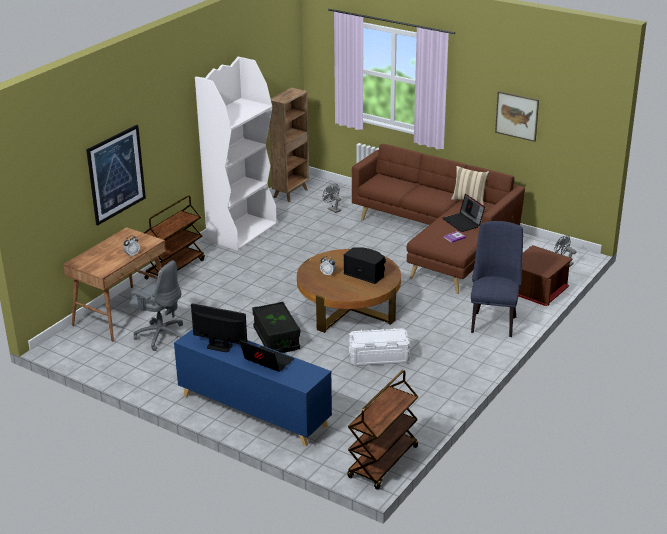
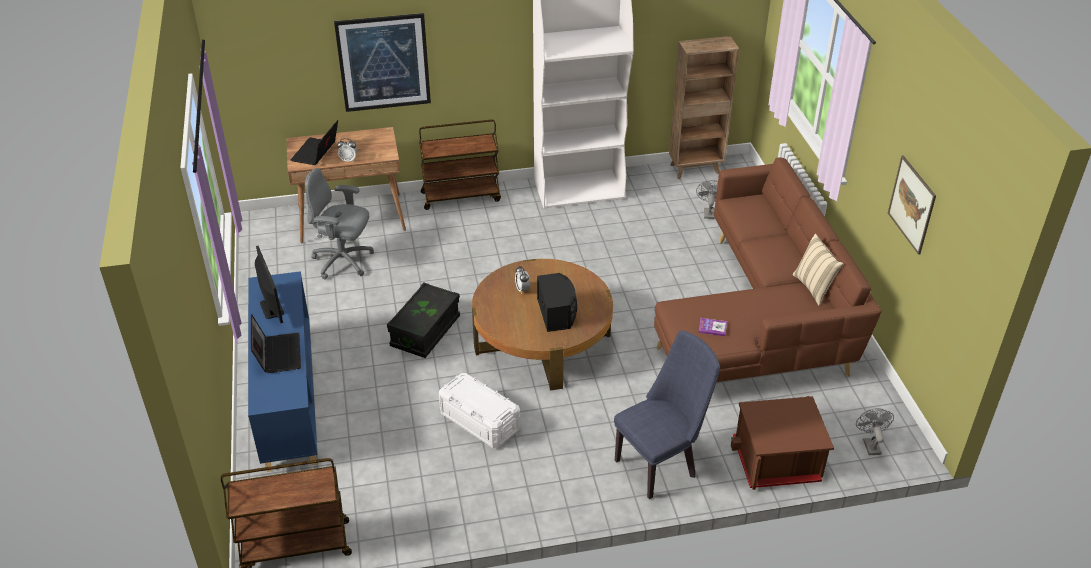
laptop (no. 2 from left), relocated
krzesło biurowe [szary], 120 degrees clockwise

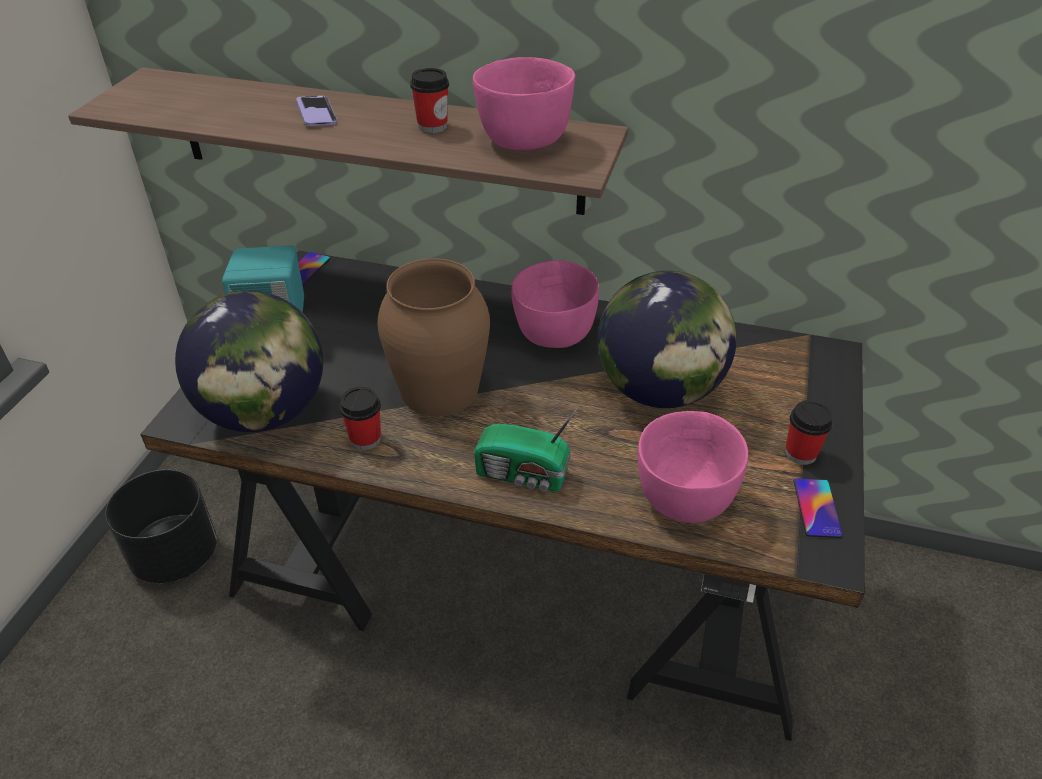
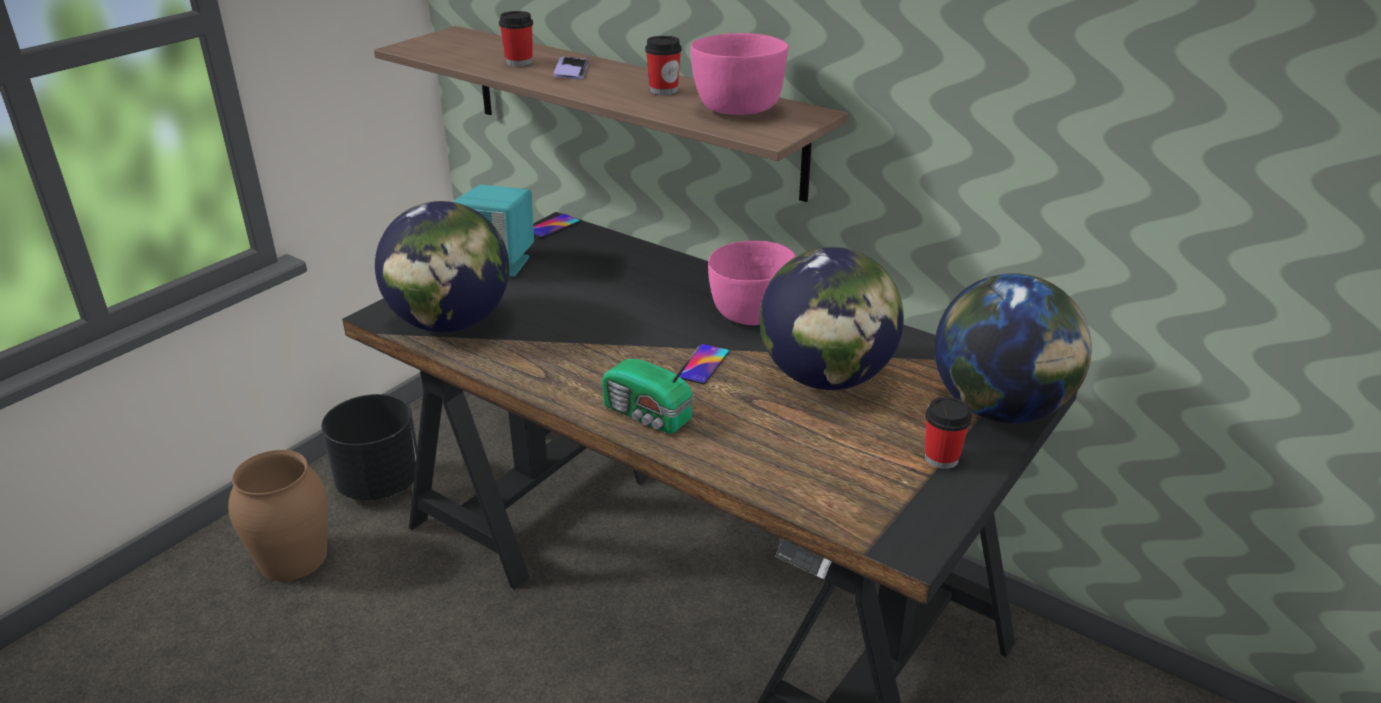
wazon [brązowy], relocated
filiżanka (no. 1 from left), relocated
telefon (no. 3 from left), relocated
- → globus (no. 3 from left)
miska [różowy] (no. 3 from left) → -

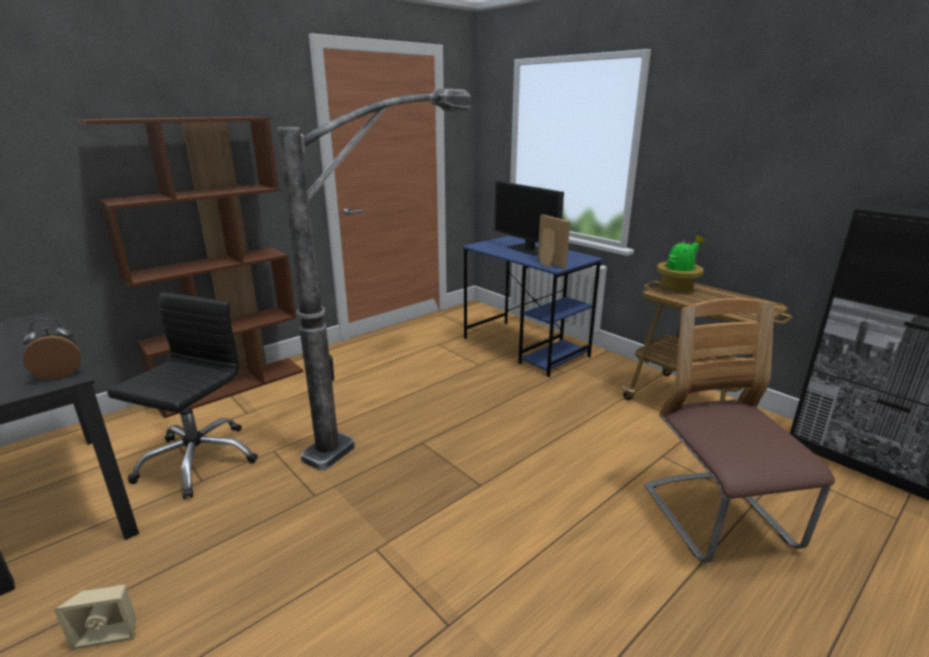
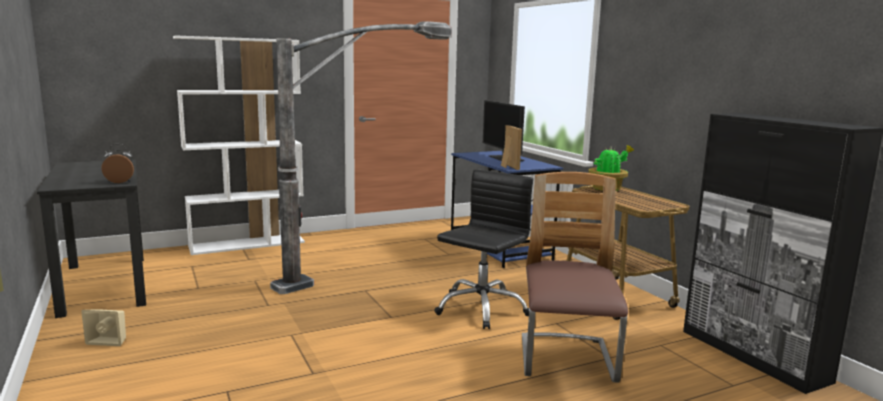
regał [brązowy] → regał [biały]
krzesło biurowe [czarny], relocated

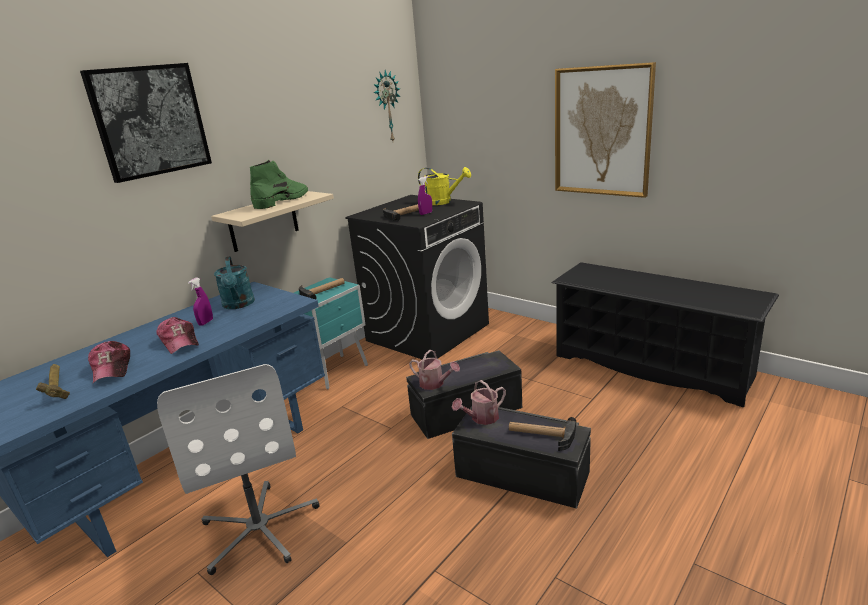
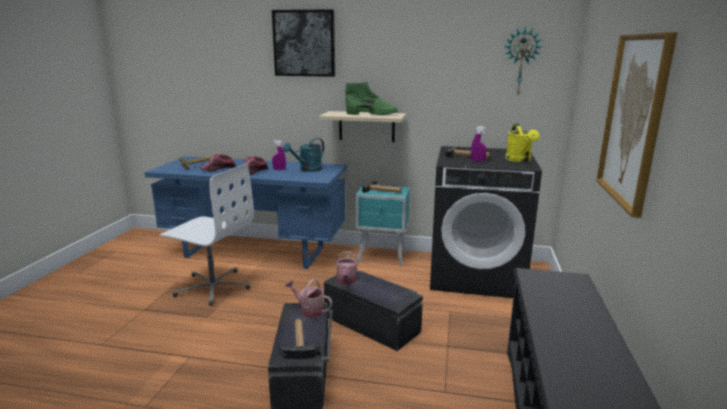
krzesło biurowe [biały], 105 degrees counterclockwise

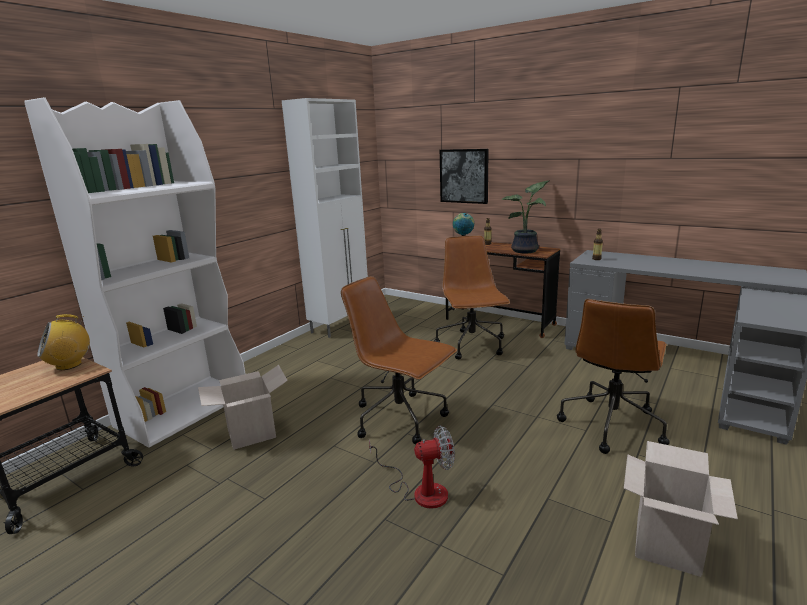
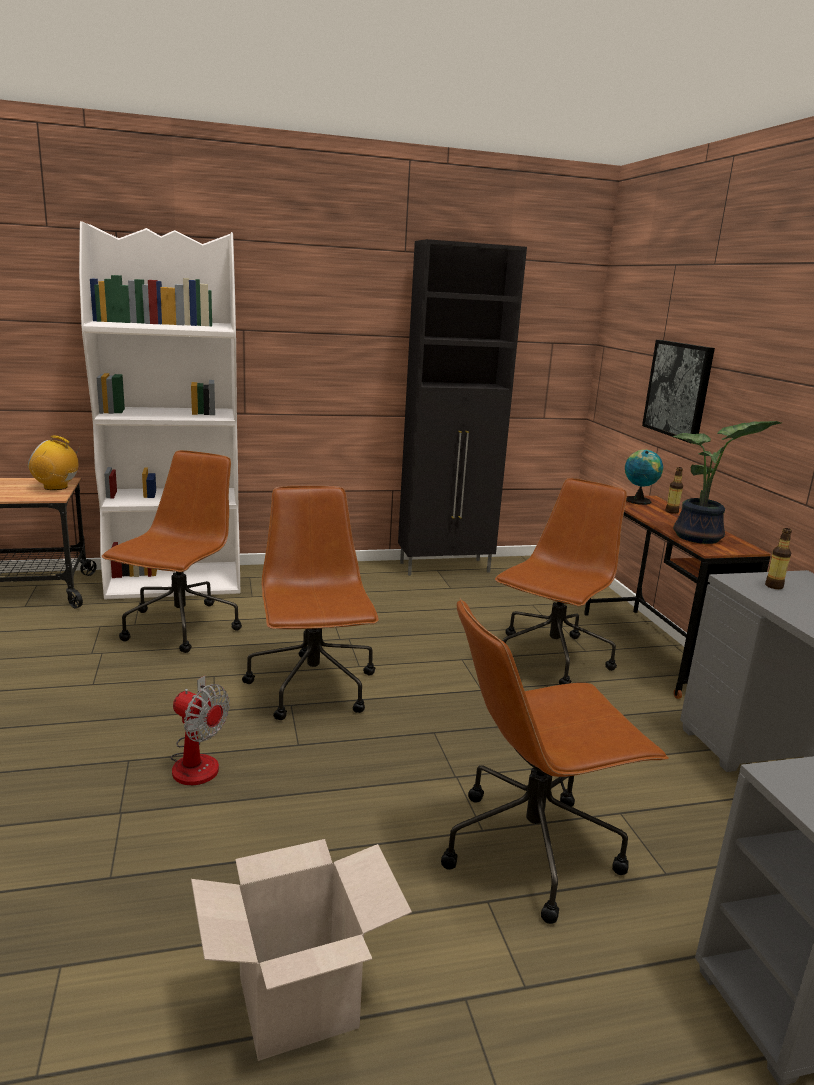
karton (no. 1 from left) → krzesło biurowe [brązowy] (no. 1 from left)
szafka [biały] → szafka [czarny]

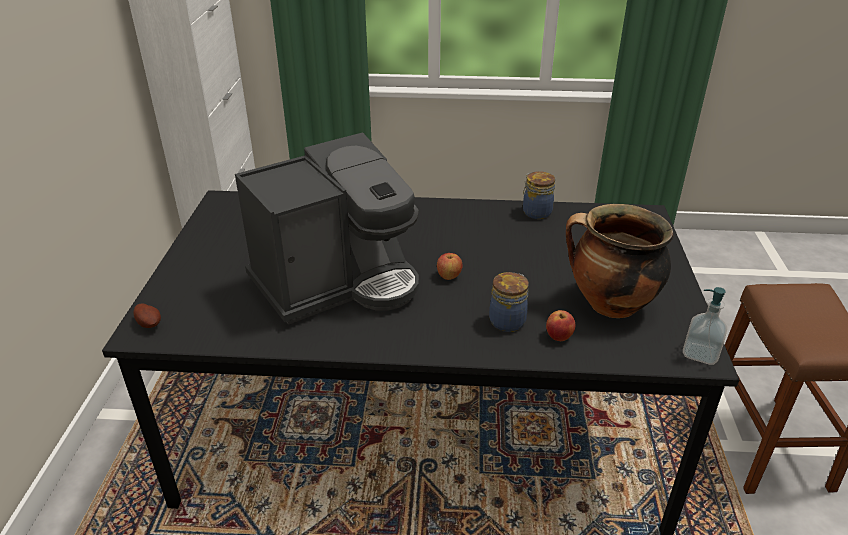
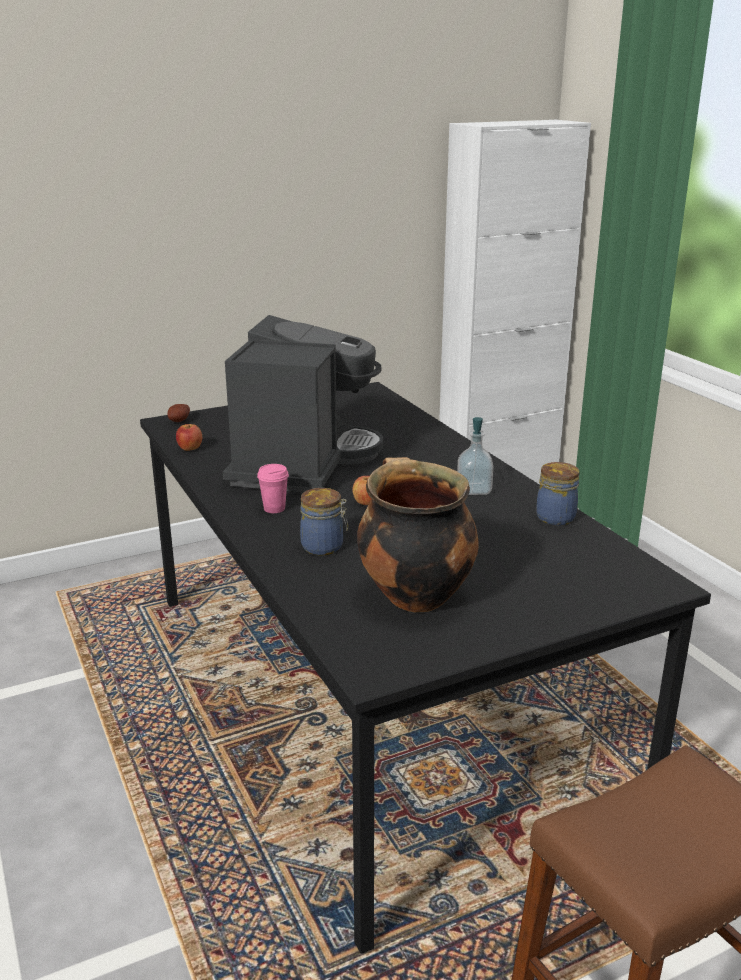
jabłko (no. 2 from left in the first image) → jabłko (no. 1 from left), relocated
ekspres do kawy, 105 degrees counterclockwise
- → filiżanka [różowy]
dozownik mydła, relocated

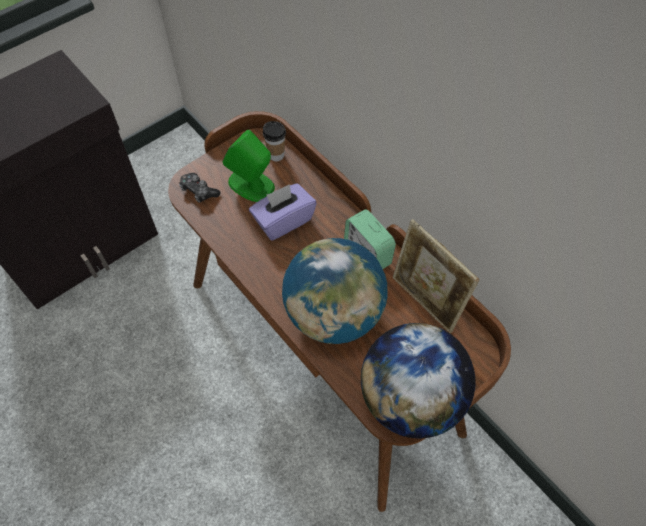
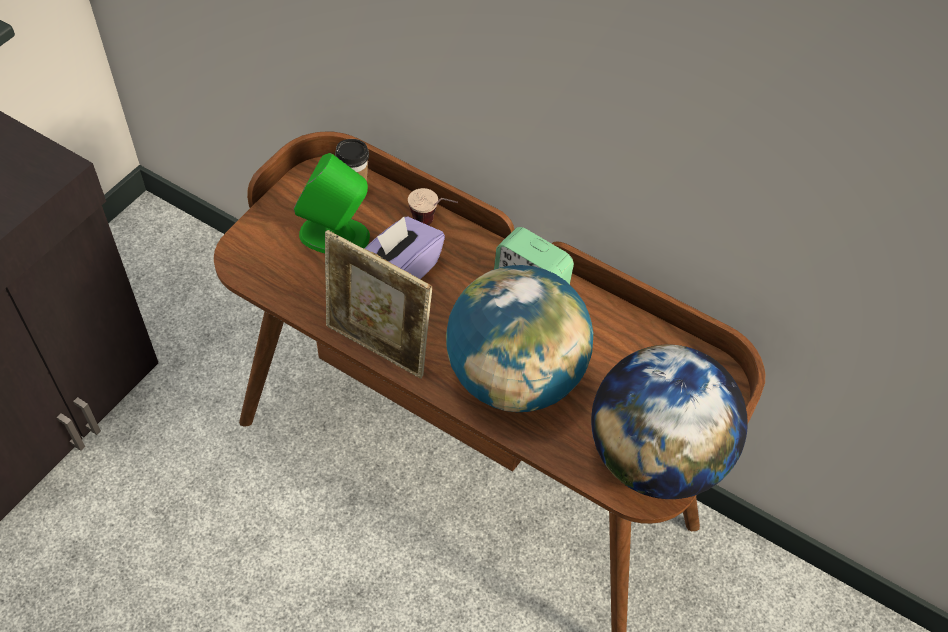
ramka na zdjęcie, relocated
- → filiżanka (no. 2 from left)
pad do gier → -

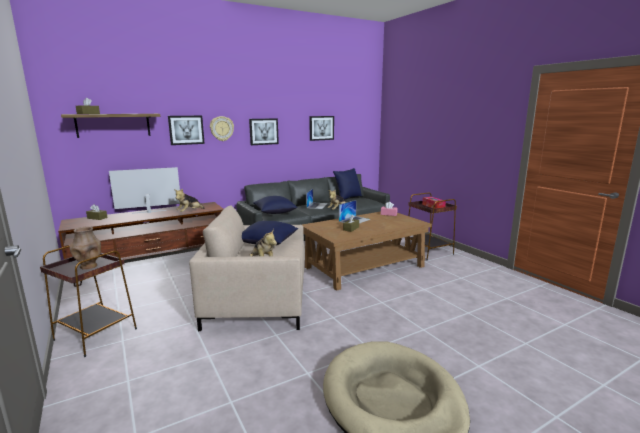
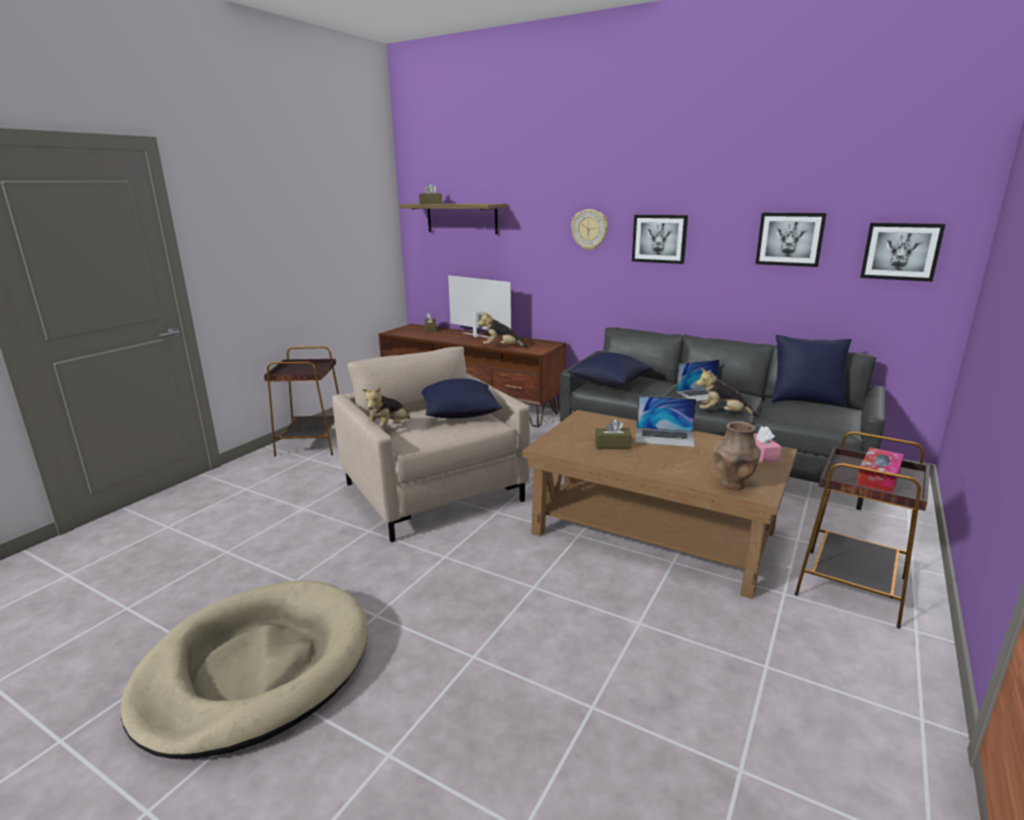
wazon [brązowy], relocated
obraz (no. 1 from left in the first image) → obraz (no. 3 from left), relocated

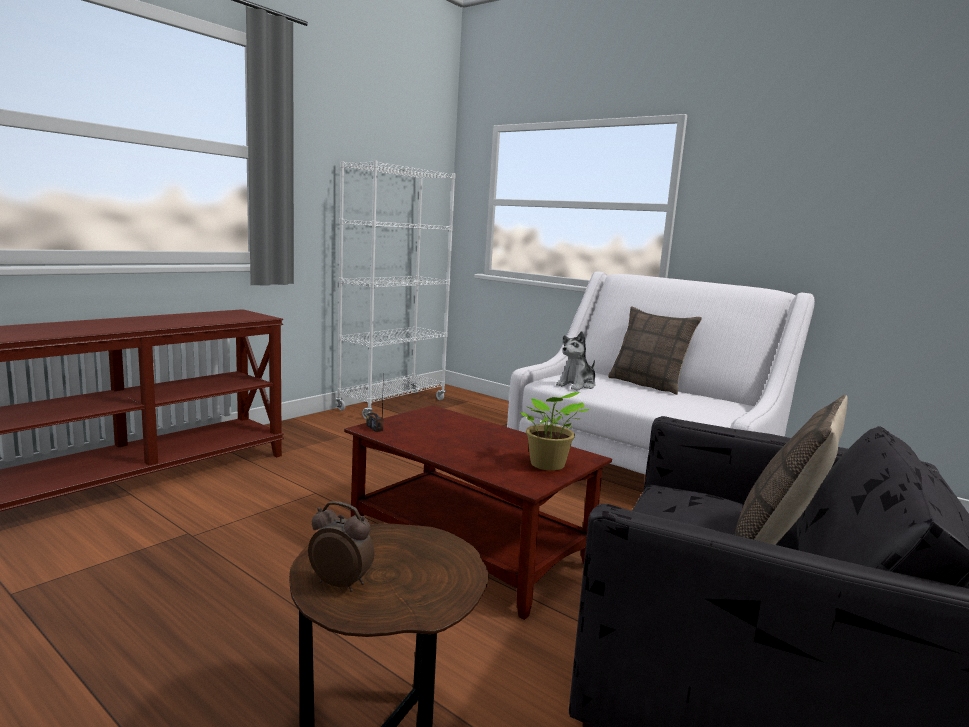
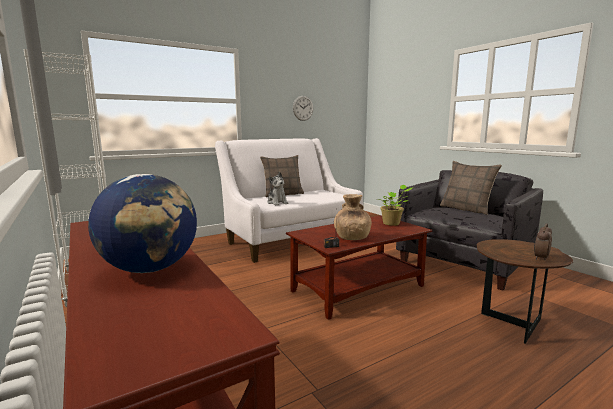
- → globus
- → zegar ścienny
- → wazon [brązowy]

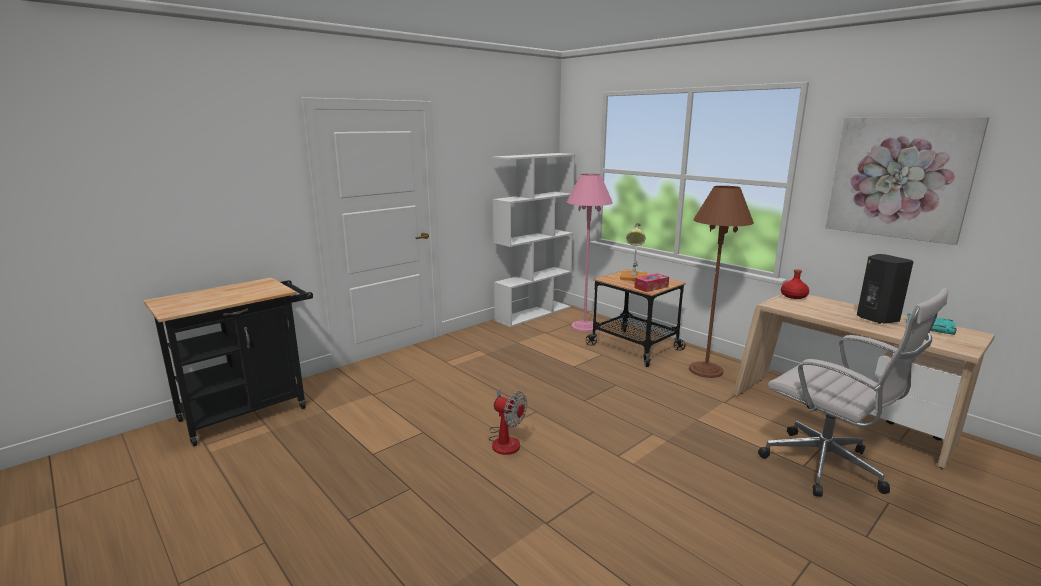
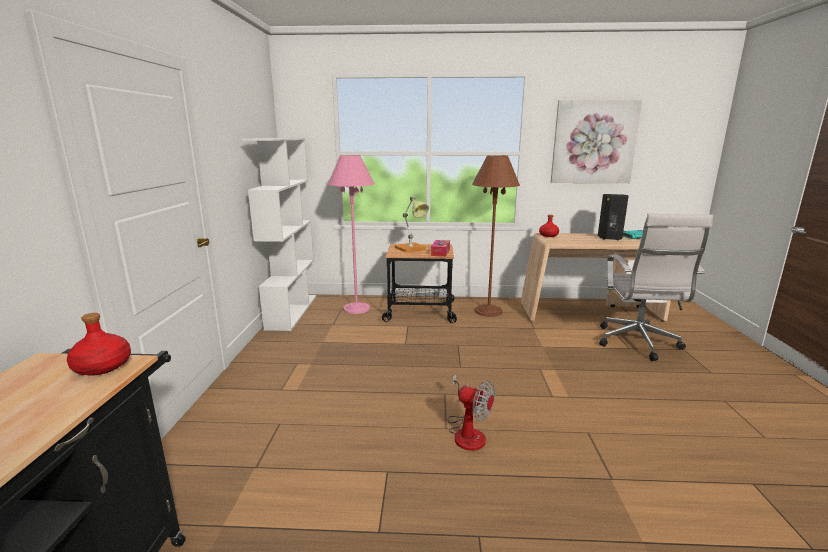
- → butelka [czerwony] (no. 1 from left)
wentylator, 45 degrees clockwise
krzesło biurowe [biały], 90 degrees clockwise

